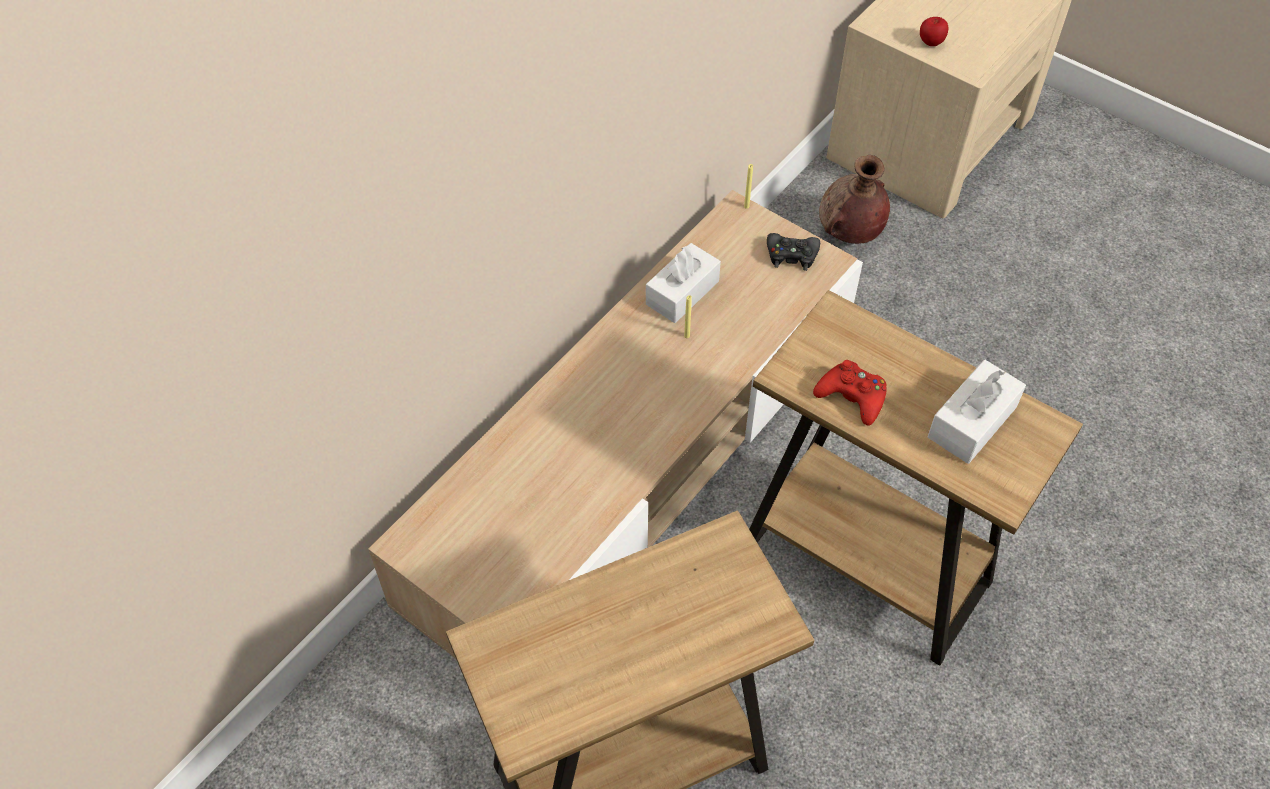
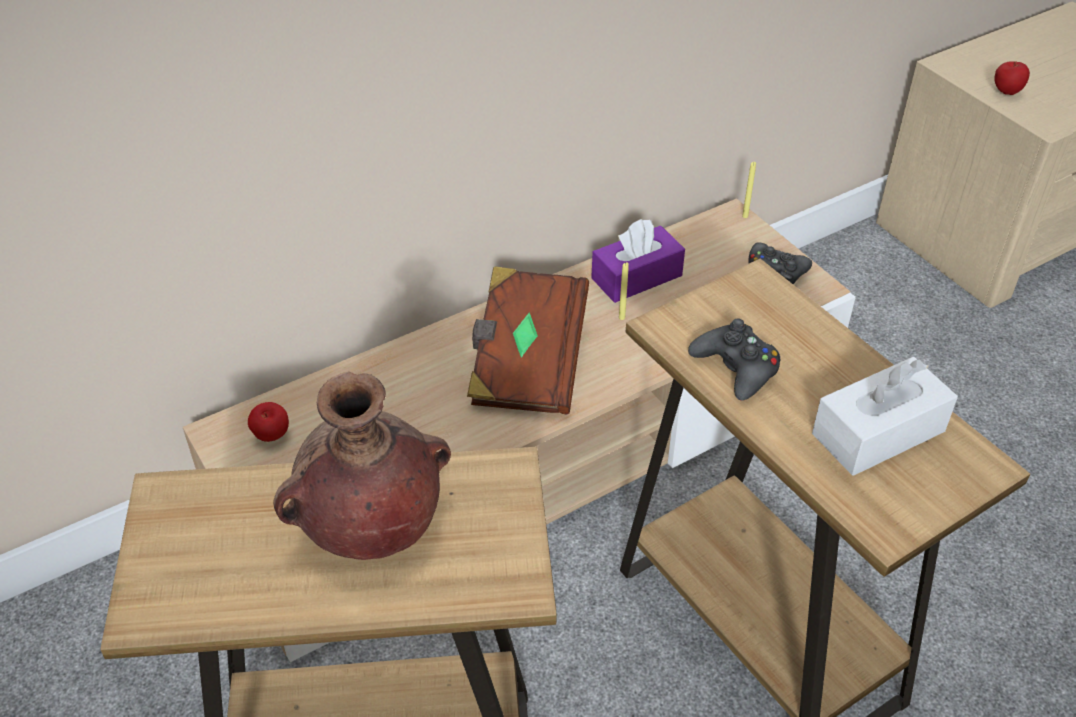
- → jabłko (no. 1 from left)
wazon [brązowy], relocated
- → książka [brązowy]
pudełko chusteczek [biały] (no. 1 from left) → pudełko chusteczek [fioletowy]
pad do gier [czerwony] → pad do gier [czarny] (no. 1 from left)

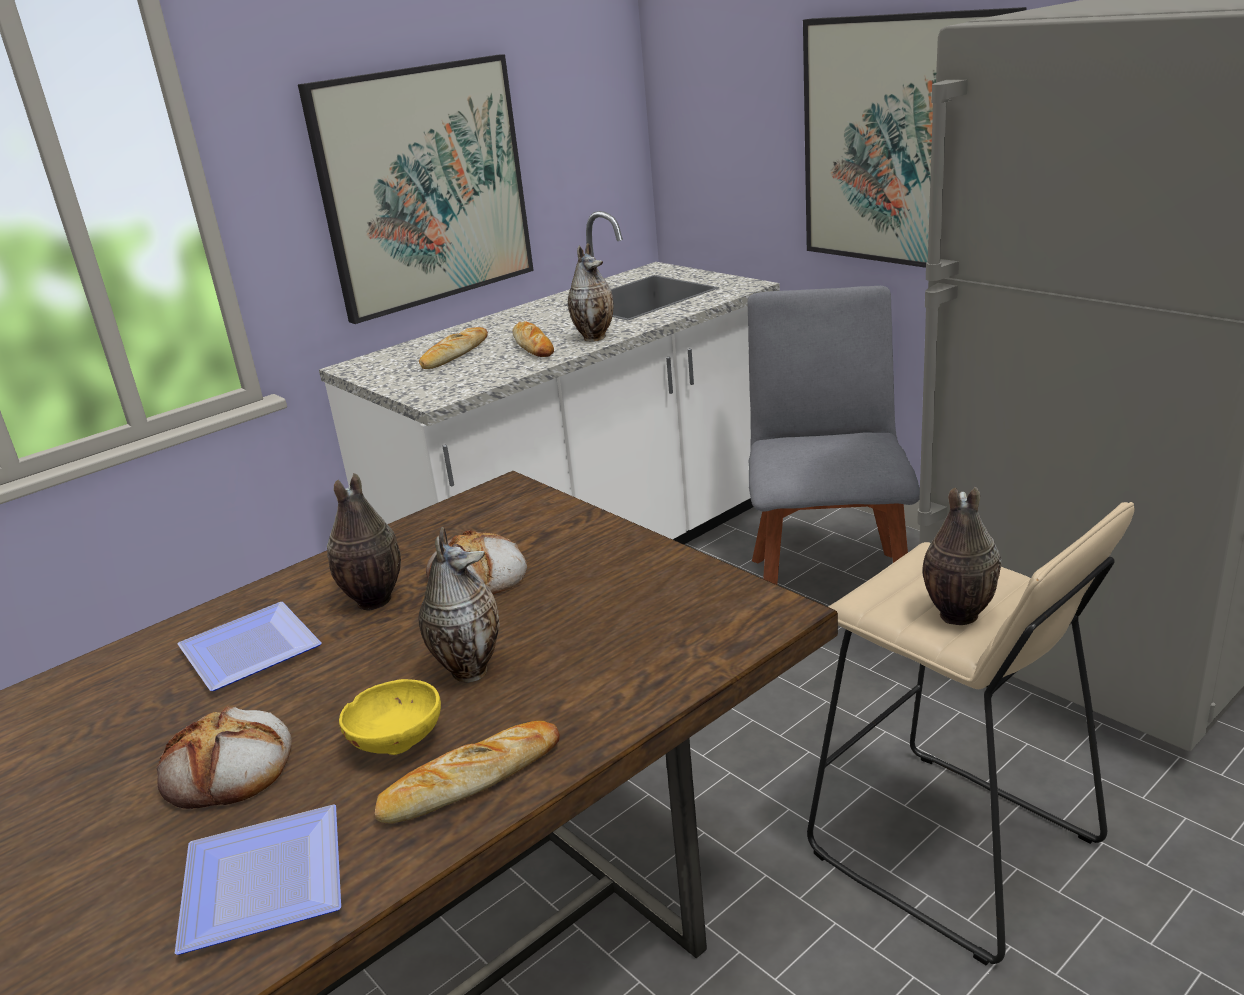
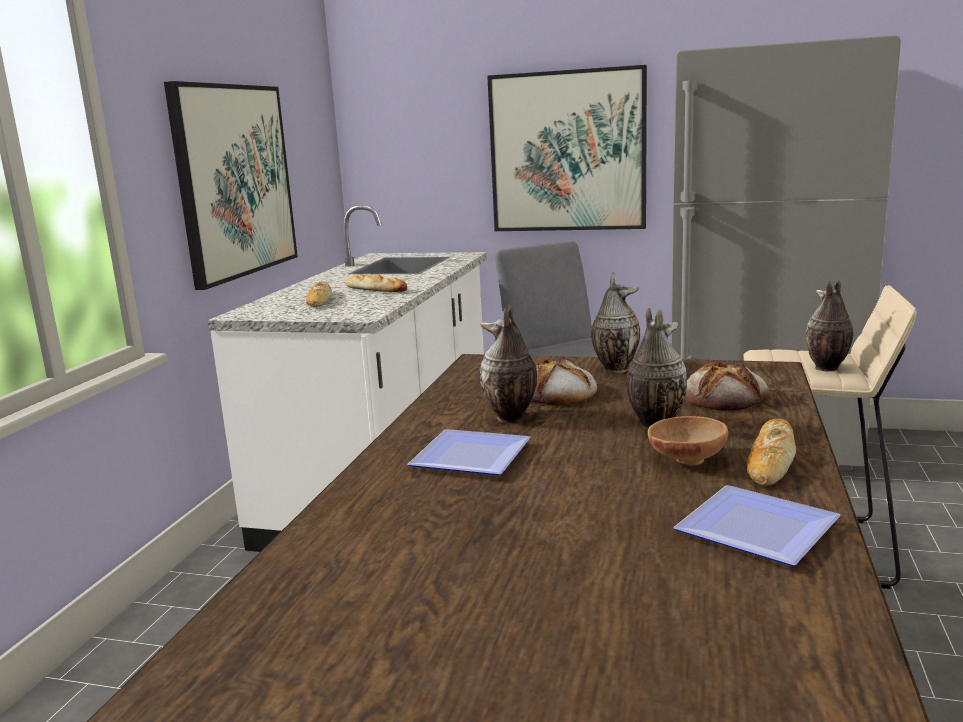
wazon (no. 3 from left in the first image) → wazon (no. 2 from left), relocated
miska [żółty] → miska [brązowy]
chleb (no. 1 from left in the first image) → chleb (no. 4 from left), relocated

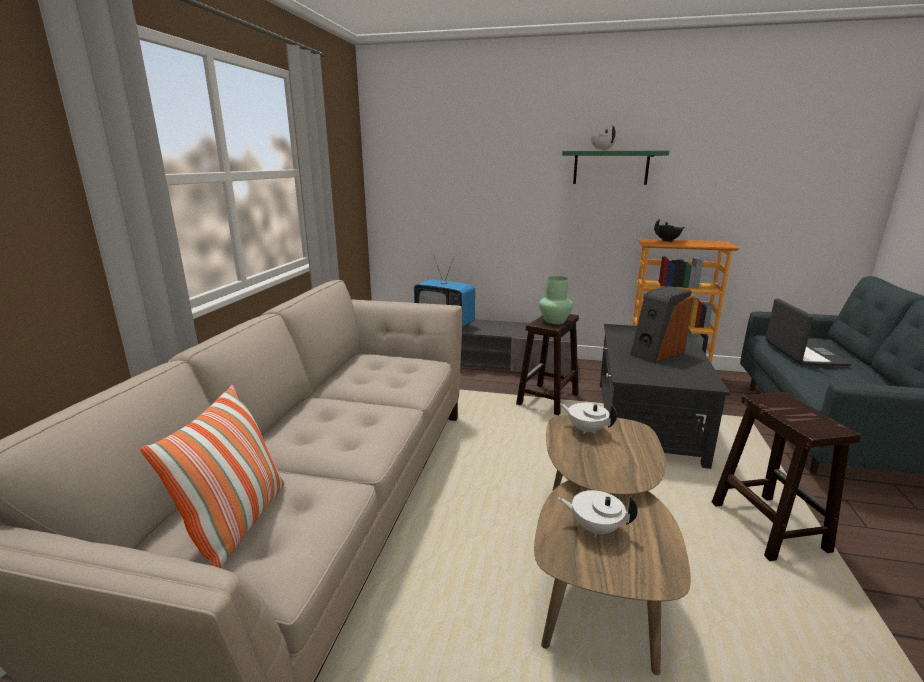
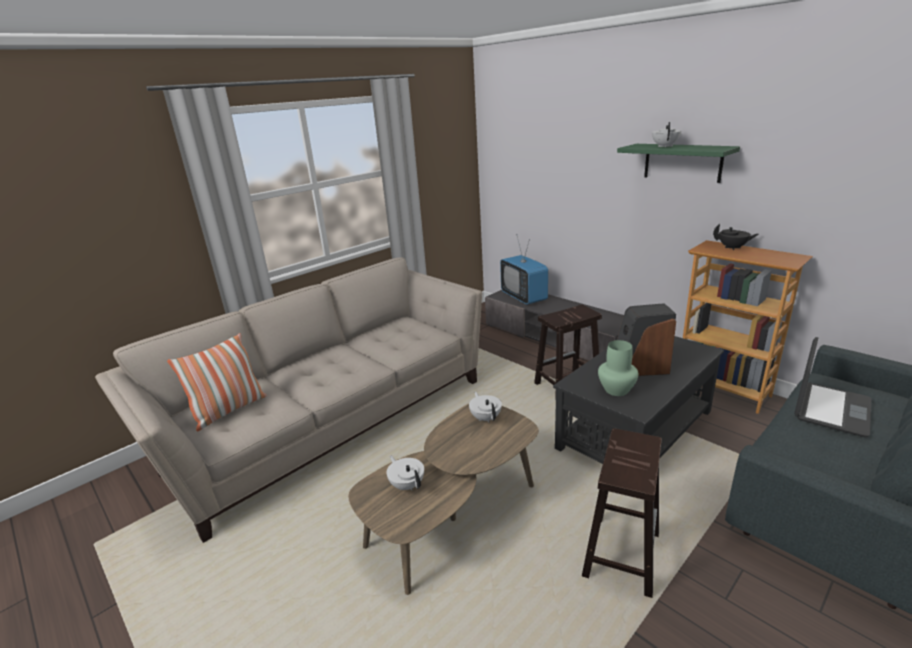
wazon [zielony], relocated

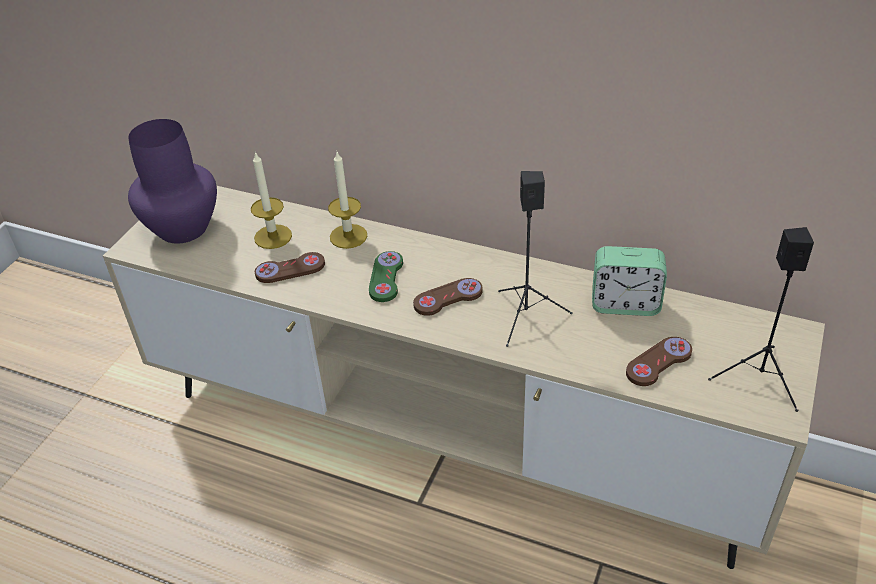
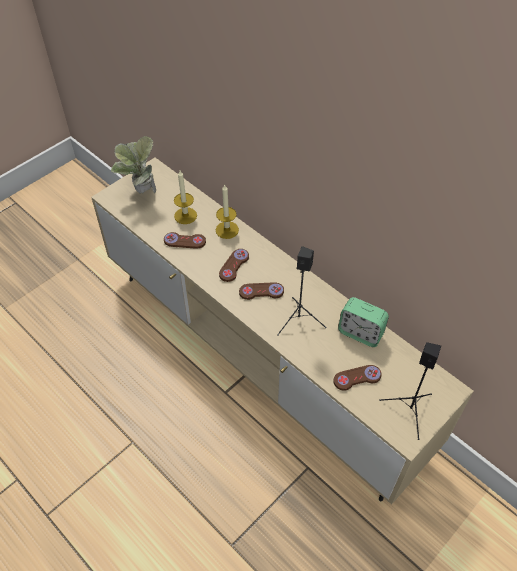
wazon [fioletowy] → roślina doniczkowa
pad do gier [zielony] → pad do gier [brązowy] (no. 2 from left)

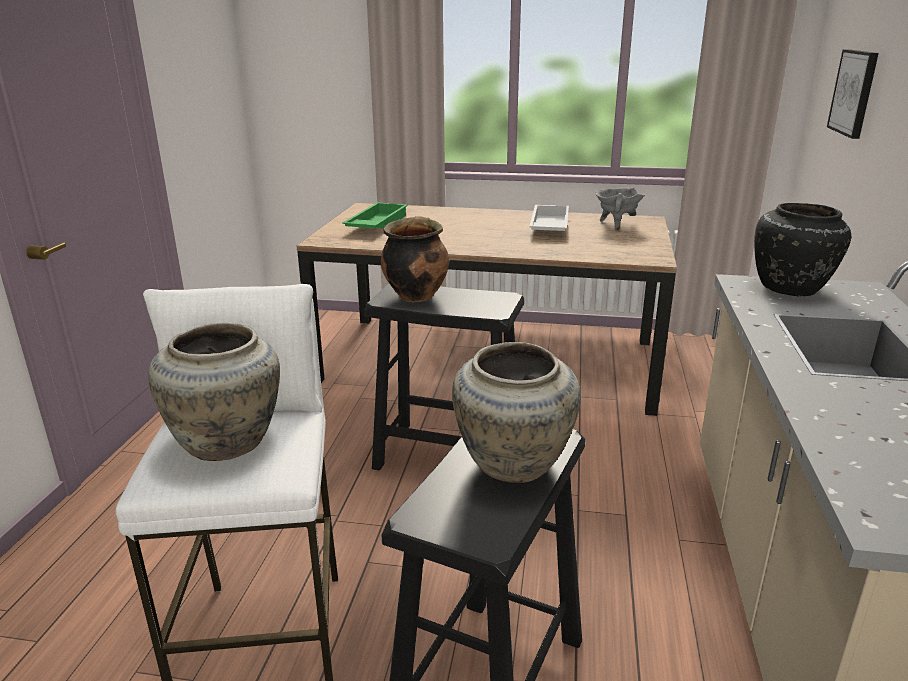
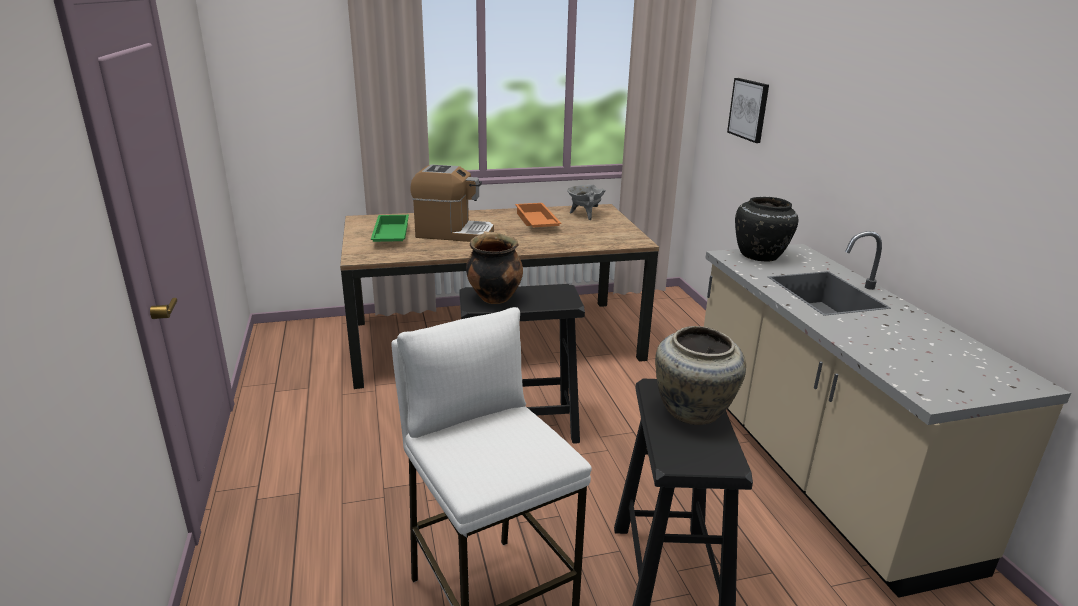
- → ekspres do kawy
taca [biały] → taca [pomarańczowy]
wazon [beżowy] (no. 1 from left) → -

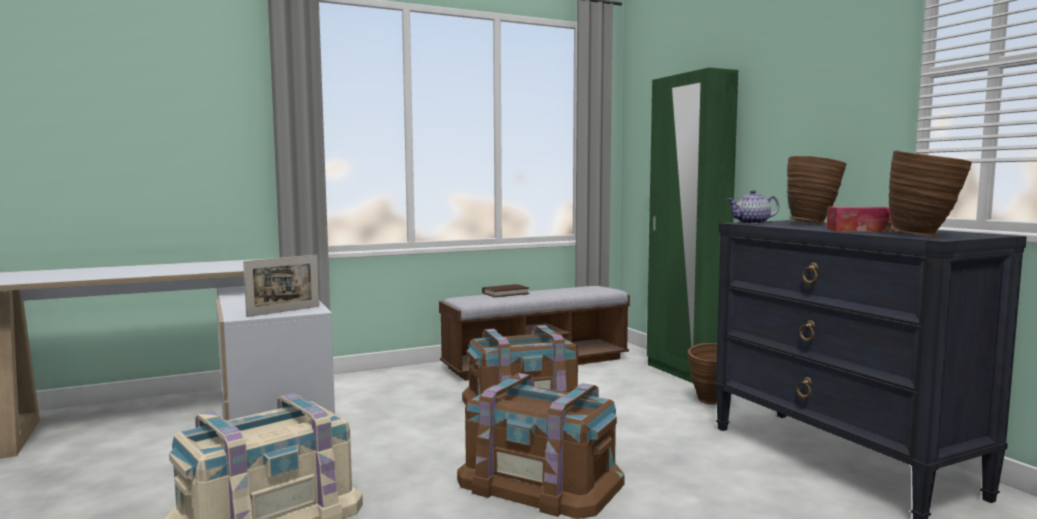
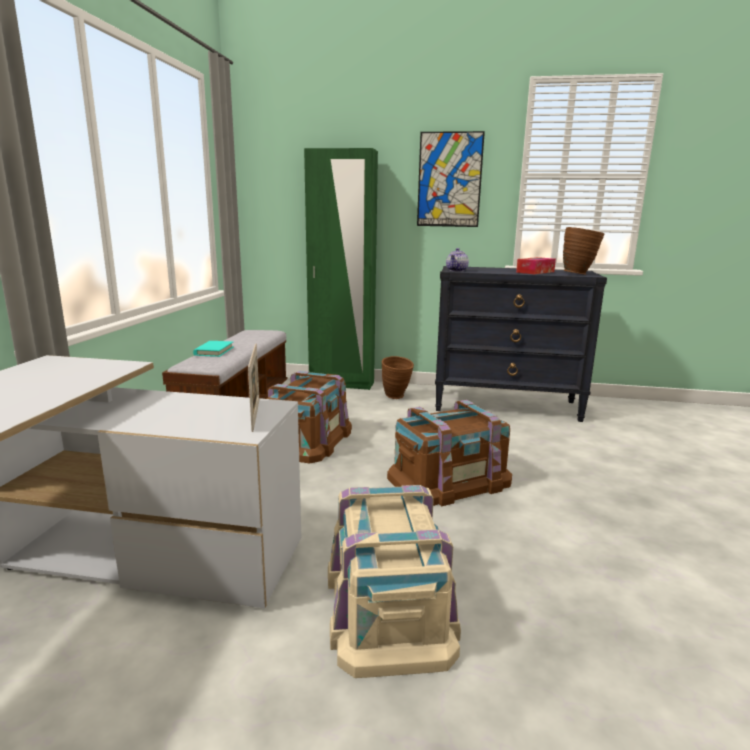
książka [brązowy] → książka [turkusowy]
- → obraz
wazon [brązowy] (no. 2 from left) → -

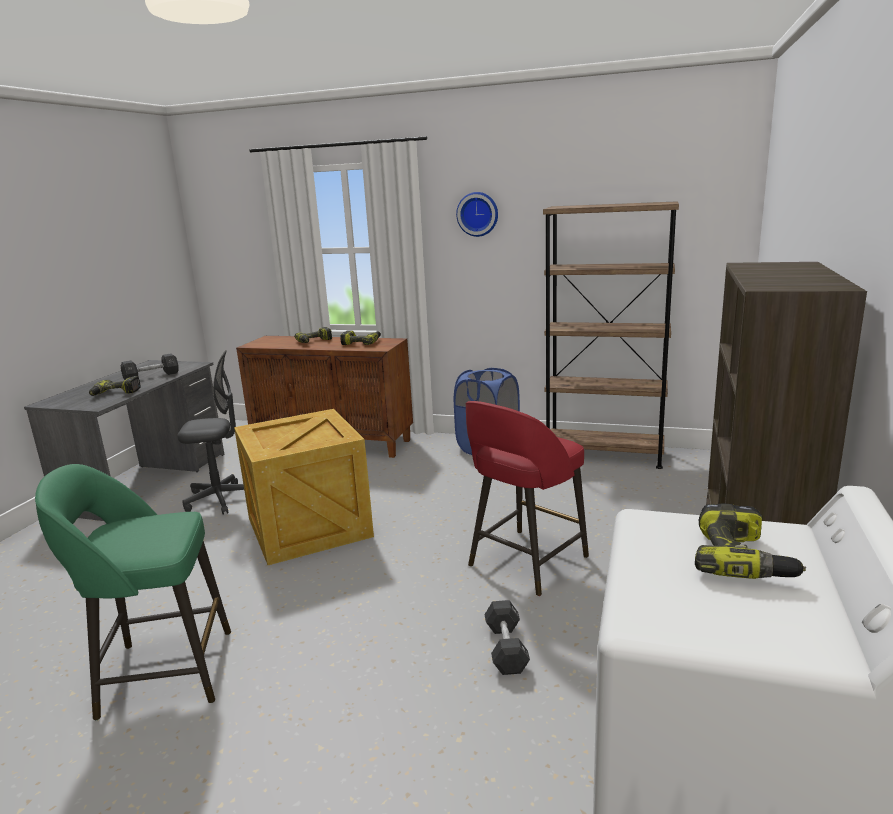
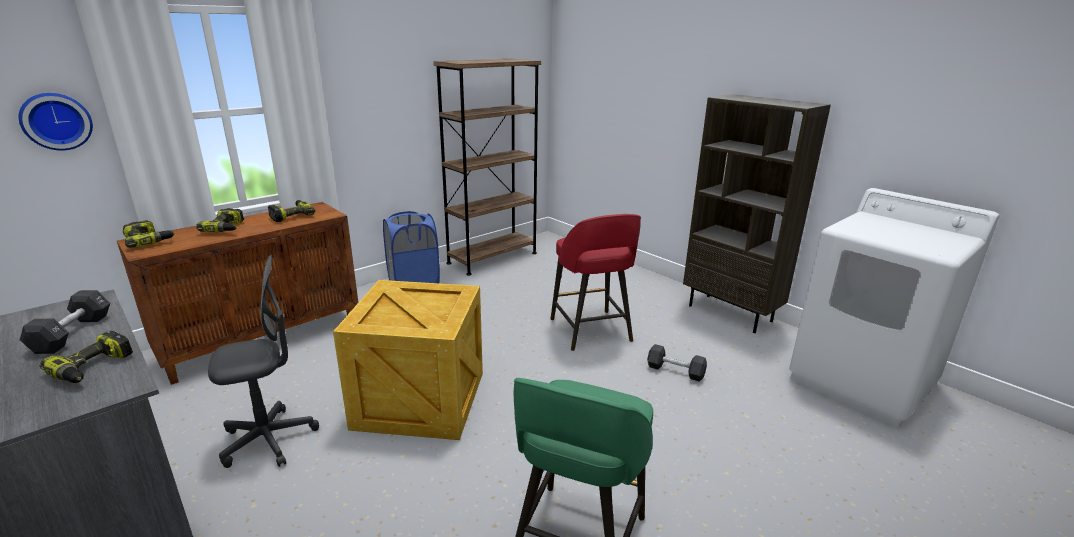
zegar ścienny, relocated
wiertarka (no. 4 from left in the first image) → wiertarka (no. 2 from left), relocated
krzesło biurowe [szary], 45 degrees clockwise

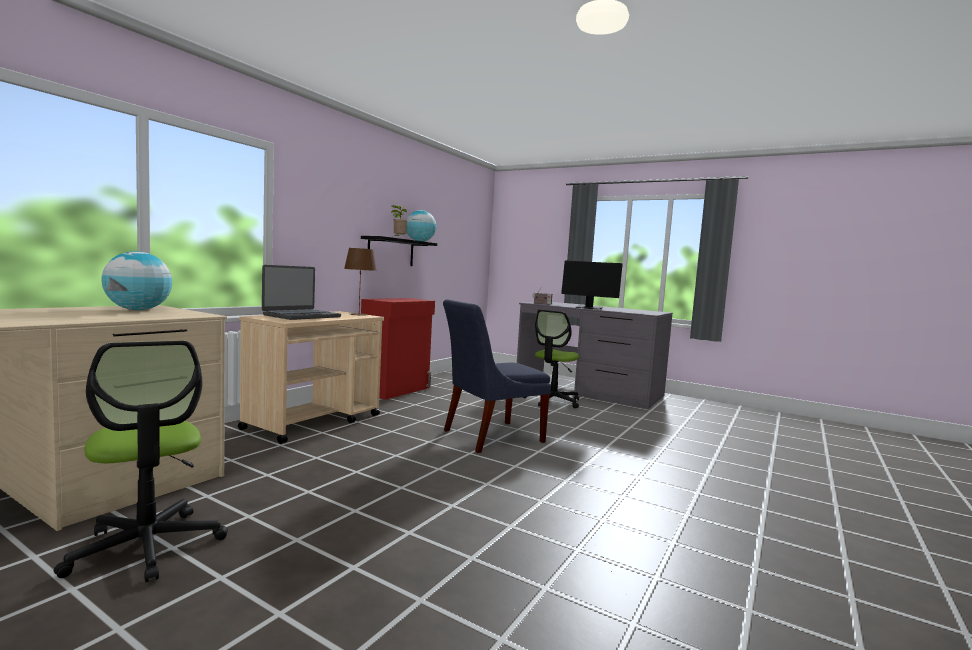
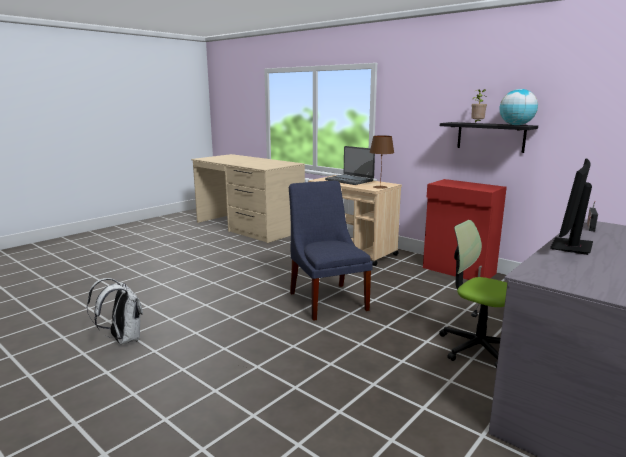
- → plecak [biały]
krzesło biurowe (no. 1 from left) → -
globus (no. 1 from left) → -

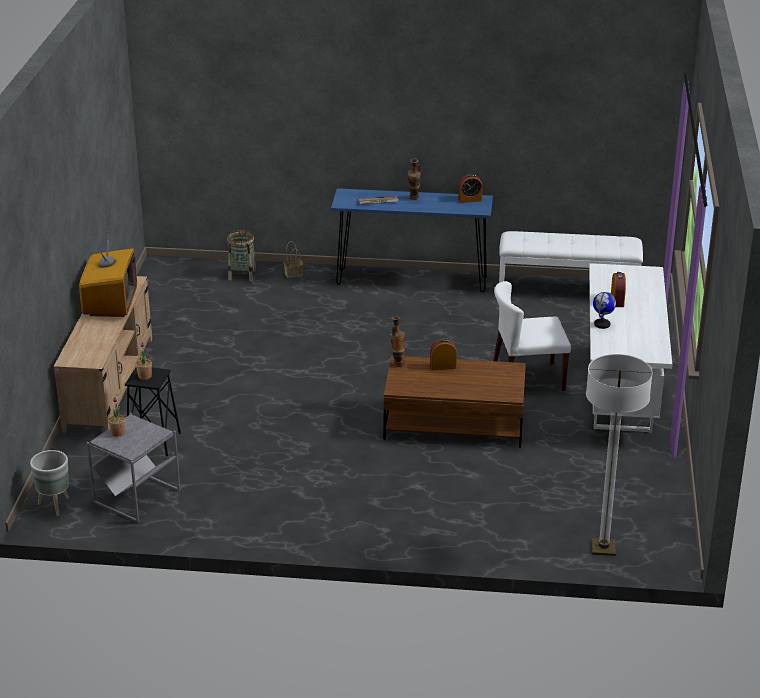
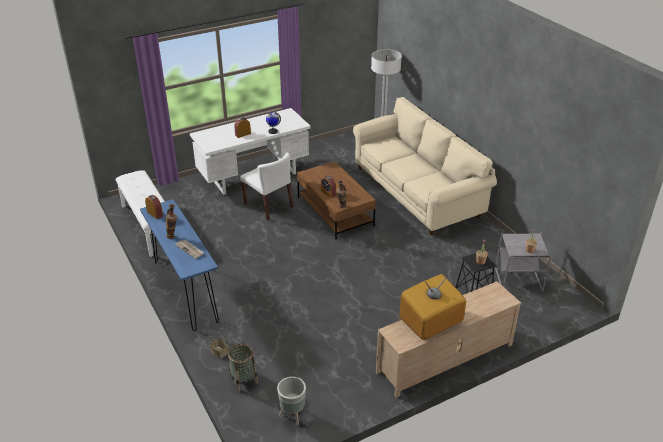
donica [szary], relocated
- → kanapa [beżowy]

